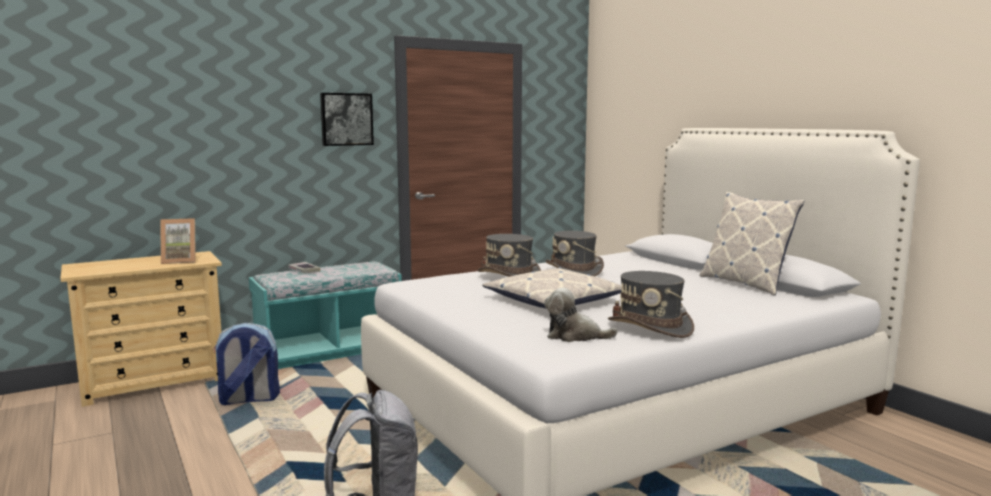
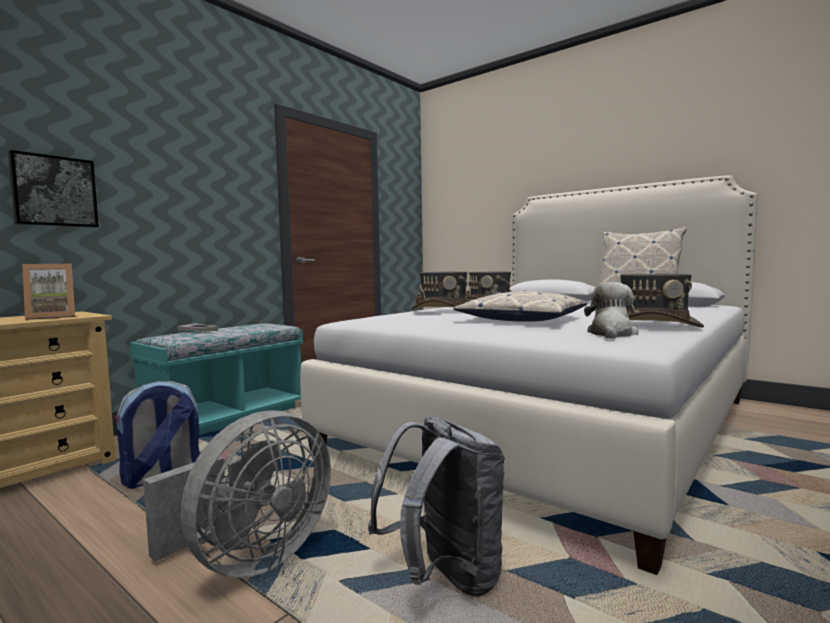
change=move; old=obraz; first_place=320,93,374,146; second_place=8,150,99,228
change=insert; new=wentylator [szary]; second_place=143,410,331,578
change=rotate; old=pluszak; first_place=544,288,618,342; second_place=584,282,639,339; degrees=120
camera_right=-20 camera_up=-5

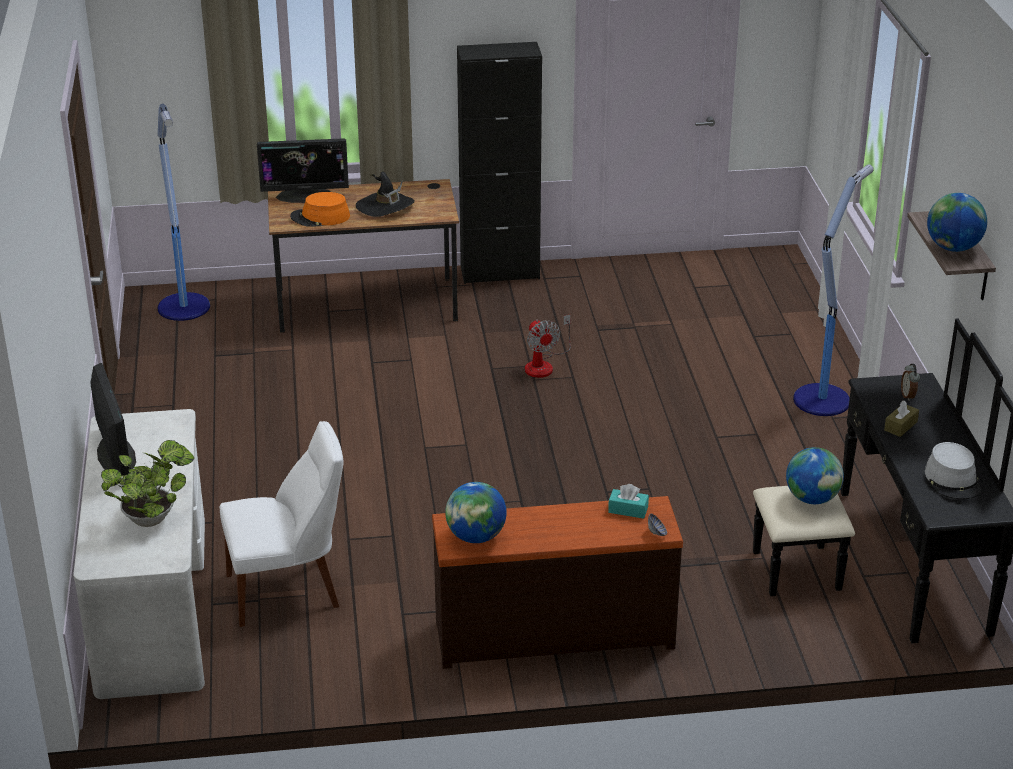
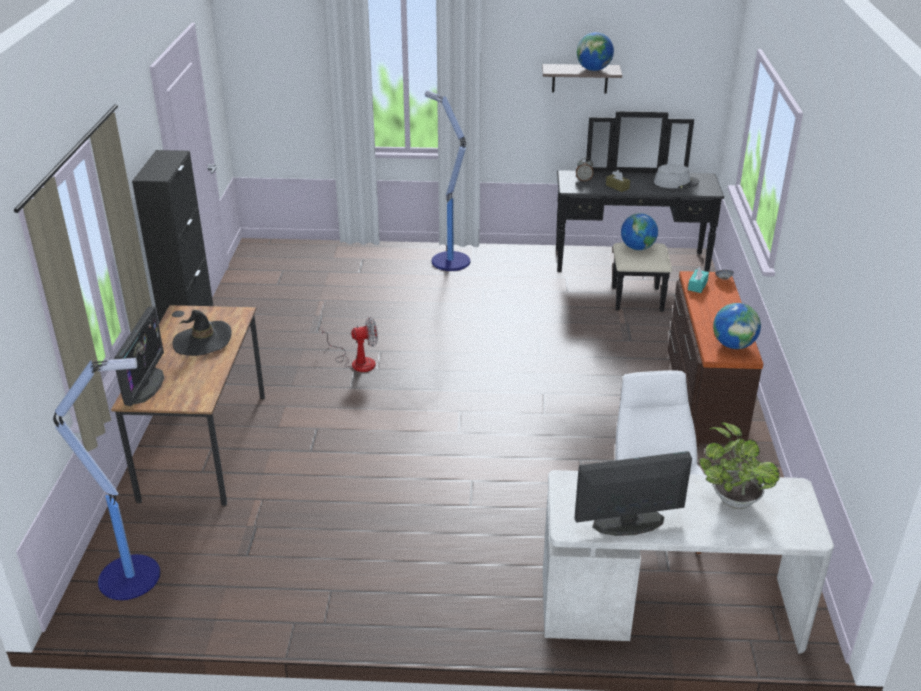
change=delete; old=kapelusz [pomarańczowy]; first_place=290,192,350,227
camera_right=-80 camera_up=0

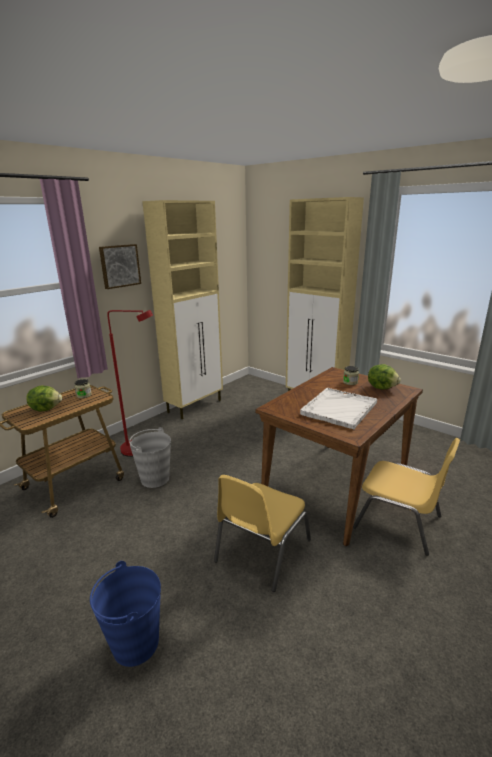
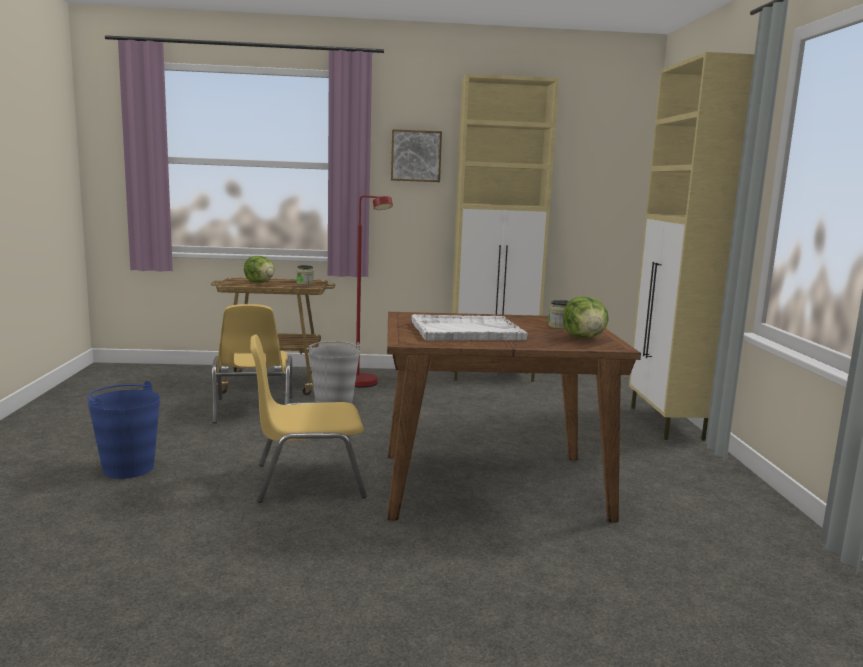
change=move; old=krzesło [żółty]; first_place=353,438,460,556; second_place=212,304,293,423
camera_right=45 camera_up=-10

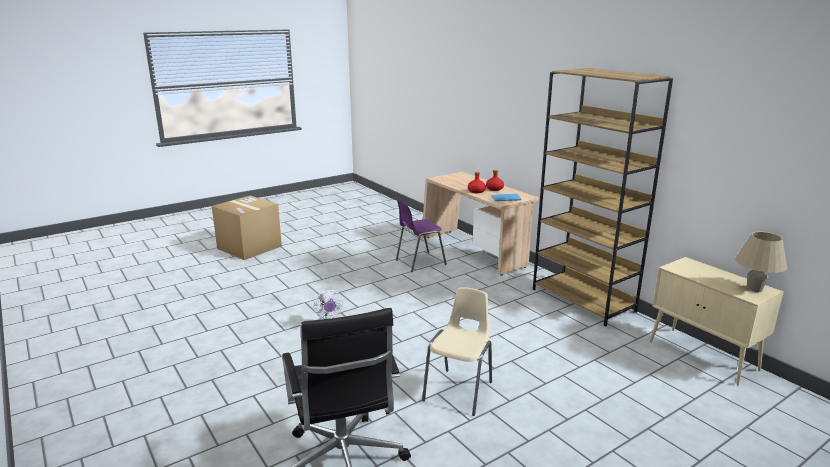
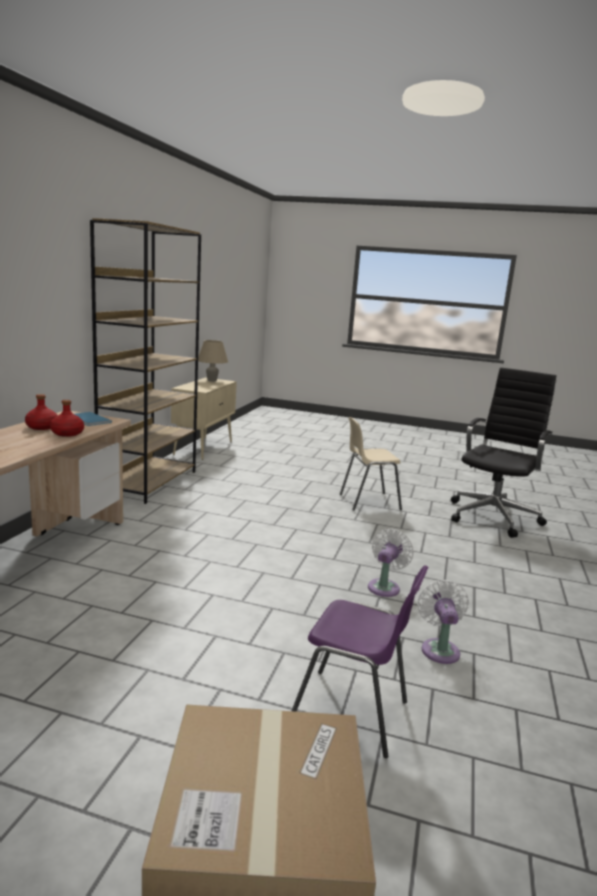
change=move; old=krzesło [fioletowy]; first_place=396,200,447,272; second_place=292,565,429,758
change=insert; new=wentylator [biały]; second_place=417,580,469,664
camera_right=-130 camera_up=-5

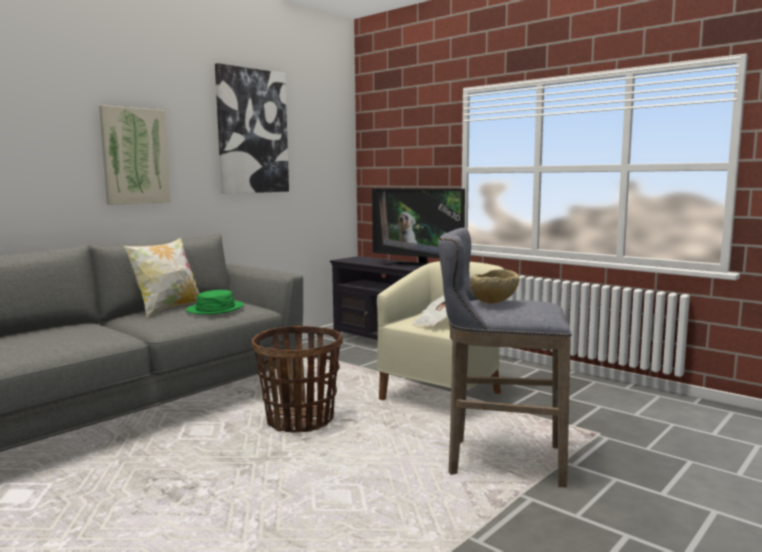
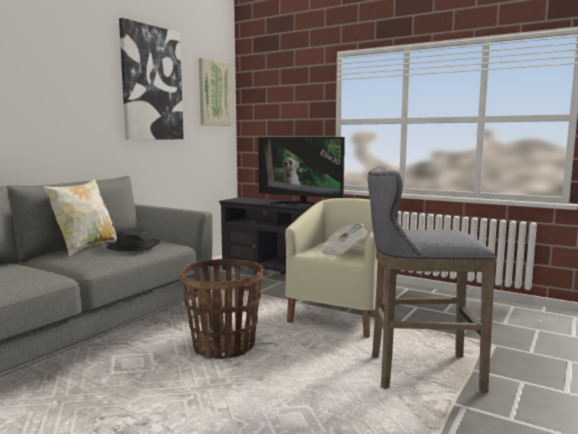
change=recolor; old=kapelusz [zielony]; new=kapelusz [czarny]; first_place=186,290,244,315; second_place=107,228,161,251
change=move; old=obraz; first_place=99,105,171,205; second_place=199,58,232,126
change=delete; old=miska [beżowy]; first_place=470,269,520,304
camera_right=-10 camera_up=0

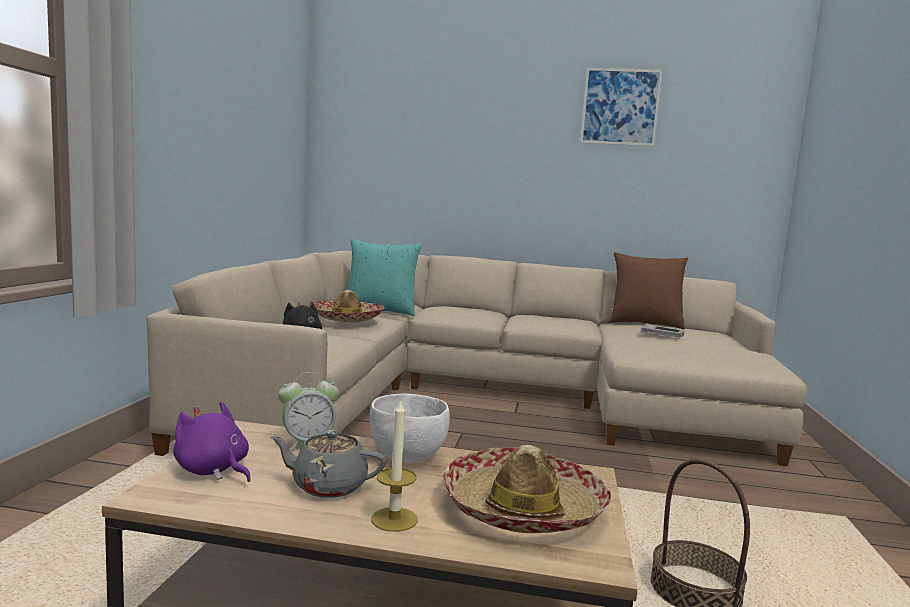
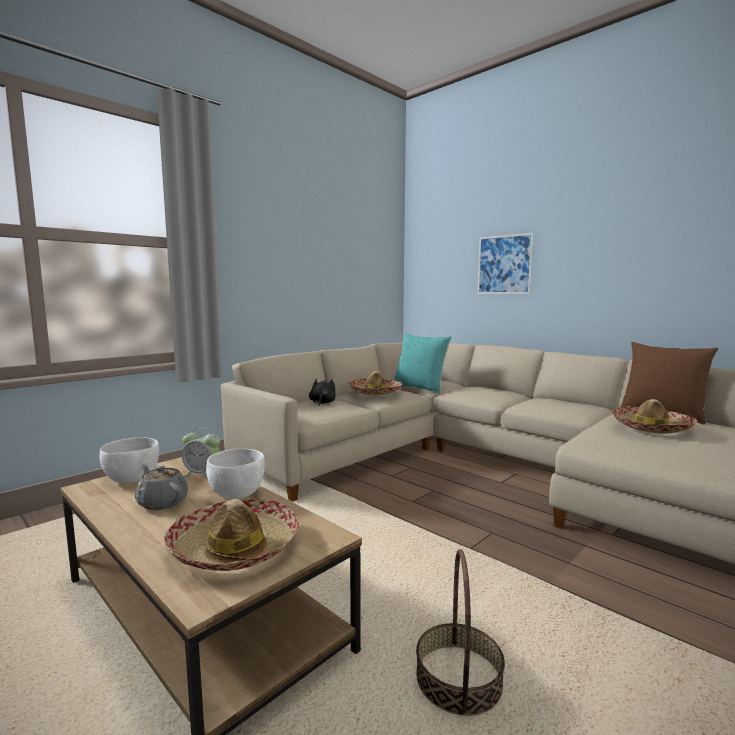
change=replace; old=pluszak [fioletowy]; new=miska [biały]; first_place=173,402,251,482; second_place=99,437,159,483
change=move; old=obraz; first_place=580,68,663,146; second_place=477,233,534,294
change=replace; old=książka; new=kapelusz; first_place=641,324,685,338; second_place=611,399,697,434
change=delete; old=świeca; first_place=371,398,418,532
camera_right=35 camera_up=0

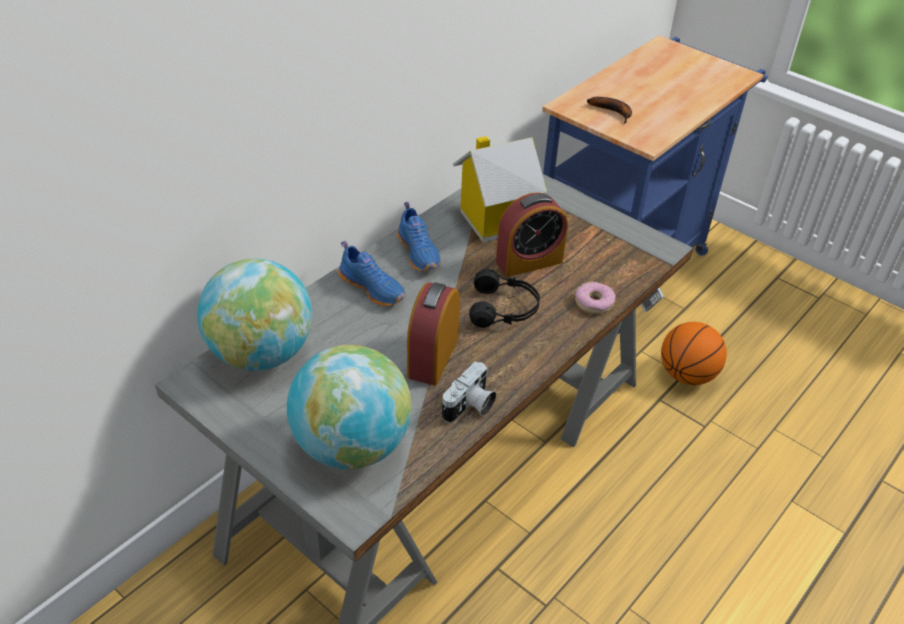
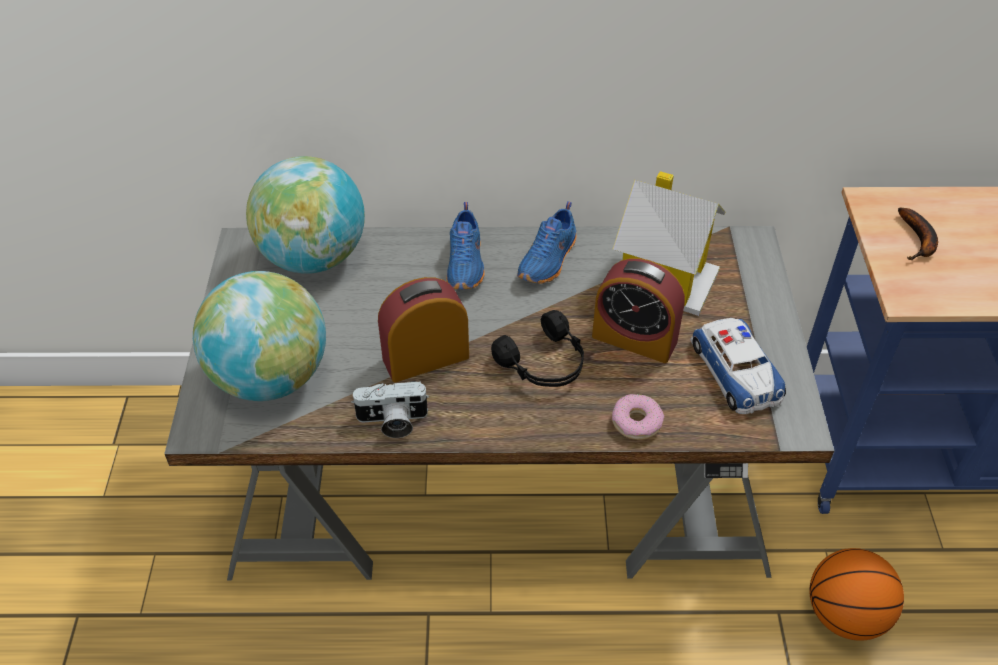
change=insert; new=samochodzik; second_place=690,318,786,414
camera_right=50 camera_up=5

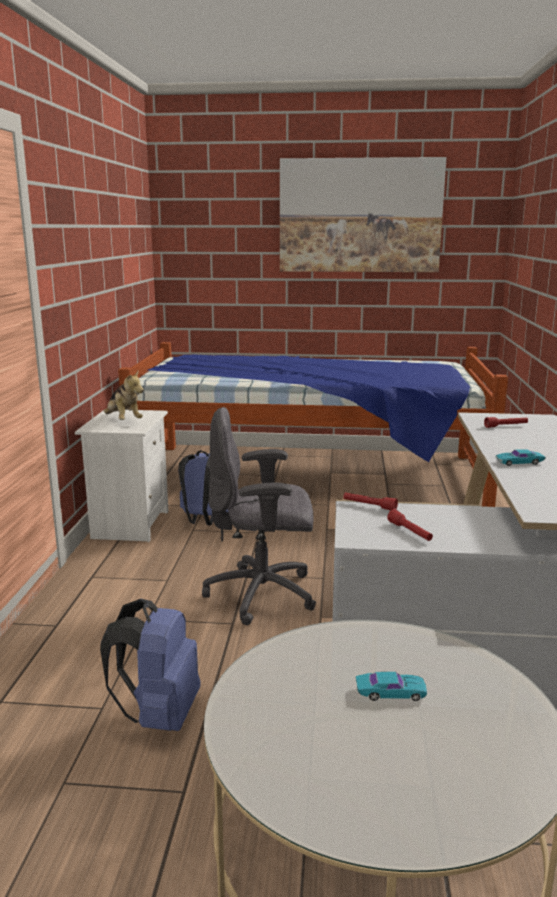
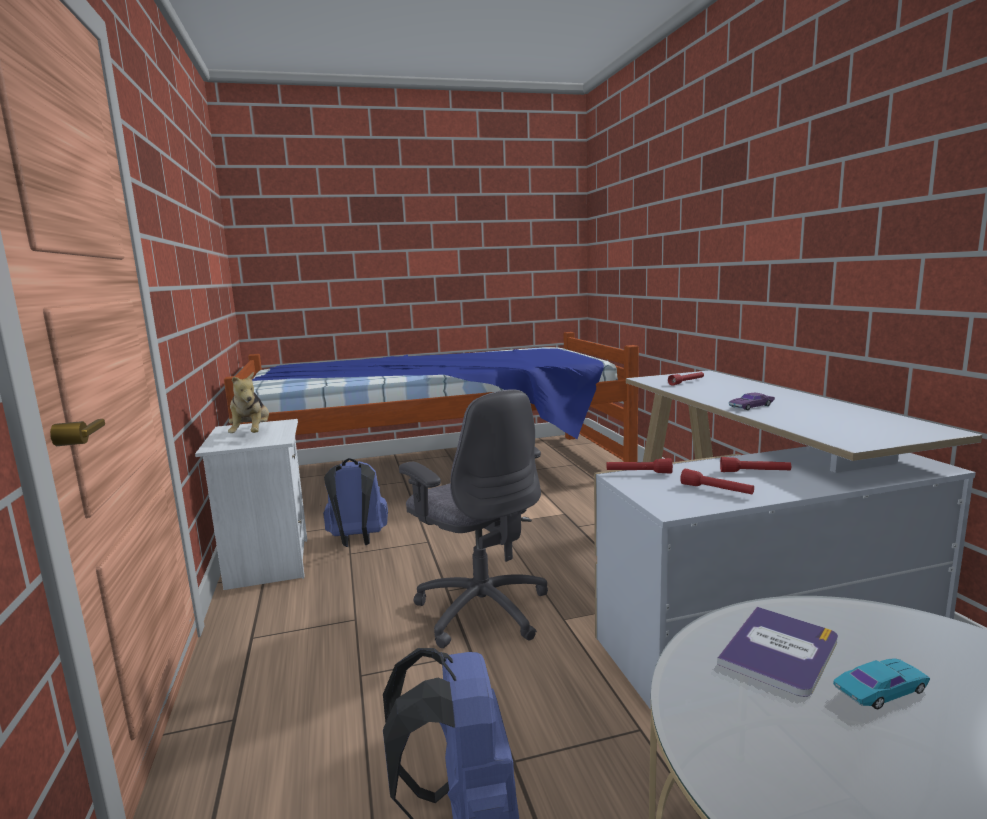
change=rotate; old=pluszak; first_place=104,371,144,420; second_place=228,371,269,433; degrees=45
change=rotate; old=krzesło biurowe [szary]; first_place=202,407,316,625; second_place=399,389,548,648; degrees=-105
change=insert; new=książka; second_place=717,607,838,697
change=insert; new=latarka [czerwony]; second_place=720,457,791,472
change=recolor; old=samochodzik [turkusowy]; new=samochodzik [fioletowy]; first_place=496,450,545,466; second_place=729,393,775,410
change=delete; old=obraz; first_place=280,157,447,272
camera_right=-20 camera_up=-5

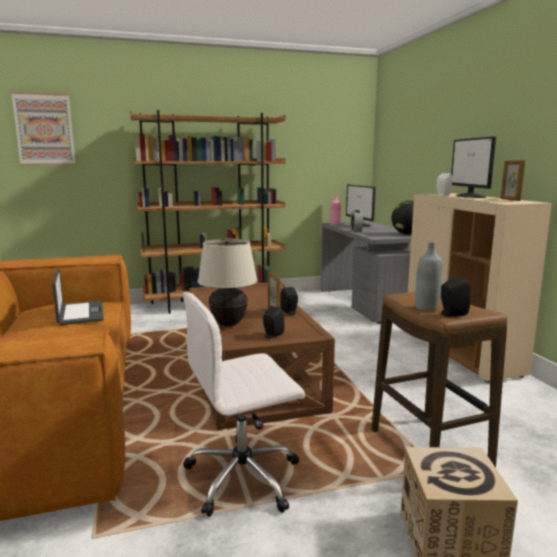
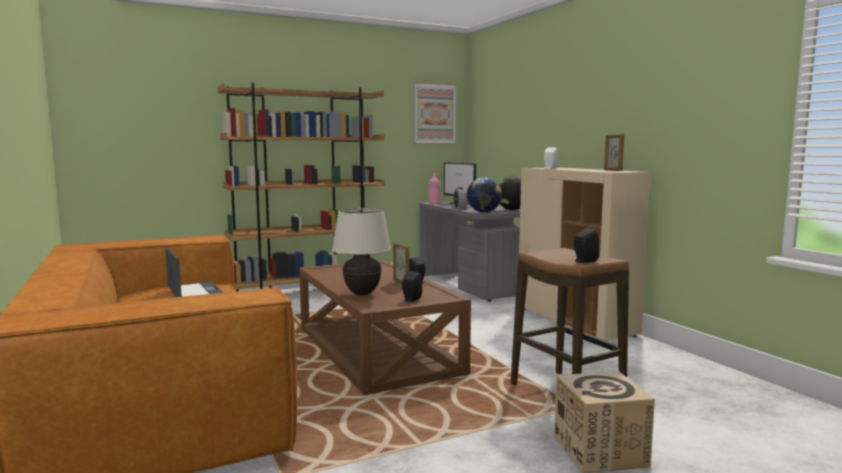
change=move; old=obraz; first_place=11,92,76,165; second_place=415,82,456,145
change=insert; new=globus; second_place=466,177,502,212
change=delete; old=krzesło biurowe [biały]; first_place=183,292,305,517
change=delete; old=butelka [szary]; first_place=415,242,443,311
change=delete; old=monitor; first_place=451,136,496,198
camera_right=-10 camera_up=-5

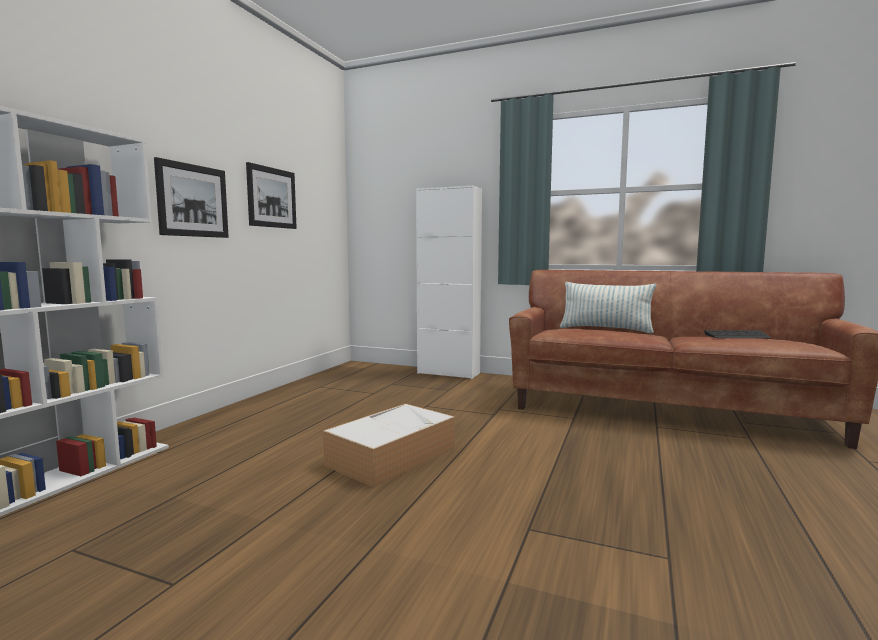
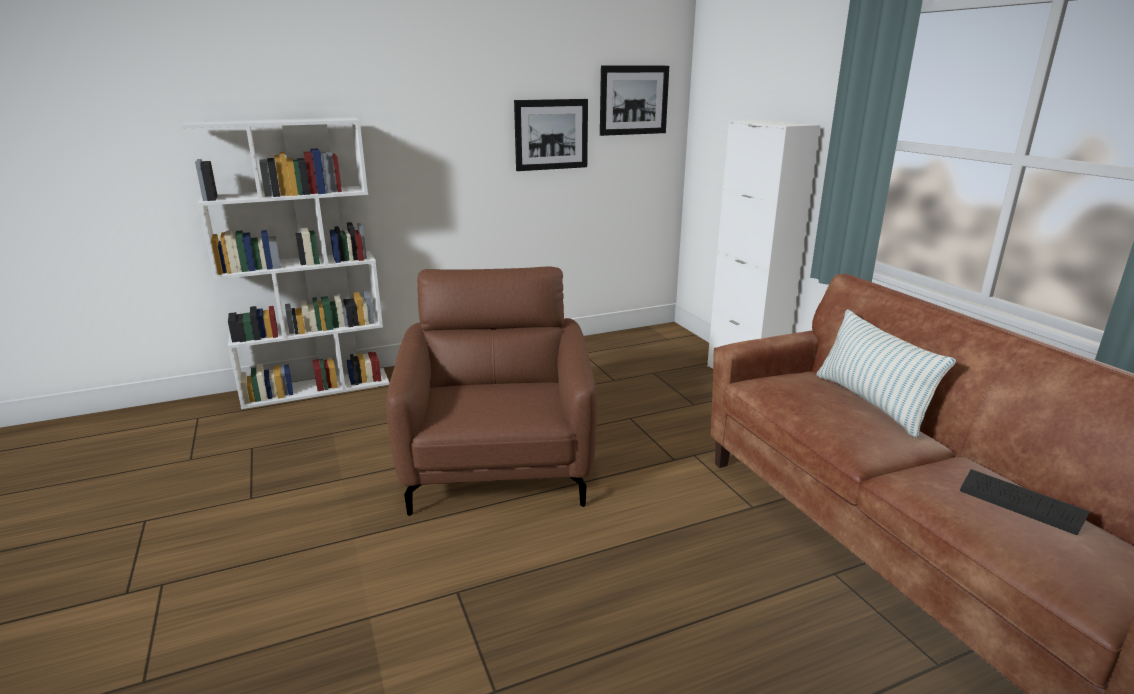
change=replace; old=pojemnik do przechowywania; new=fotel [brązowy]; first_place=323,404,455,488; second_place=386,266,597,516
change=move; old=obraz; first_place=154,157,229,238; second_place=600,66,669,136
camera_right=45 camera_up=15

